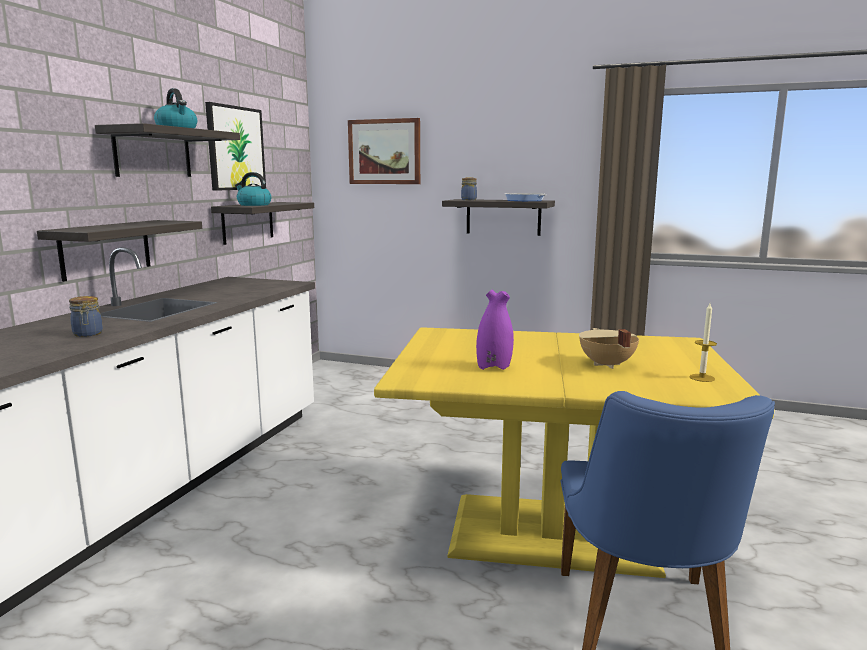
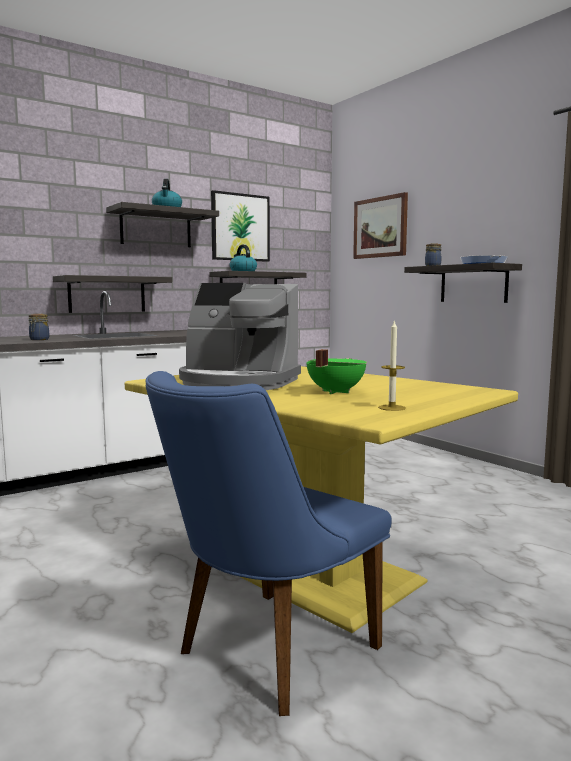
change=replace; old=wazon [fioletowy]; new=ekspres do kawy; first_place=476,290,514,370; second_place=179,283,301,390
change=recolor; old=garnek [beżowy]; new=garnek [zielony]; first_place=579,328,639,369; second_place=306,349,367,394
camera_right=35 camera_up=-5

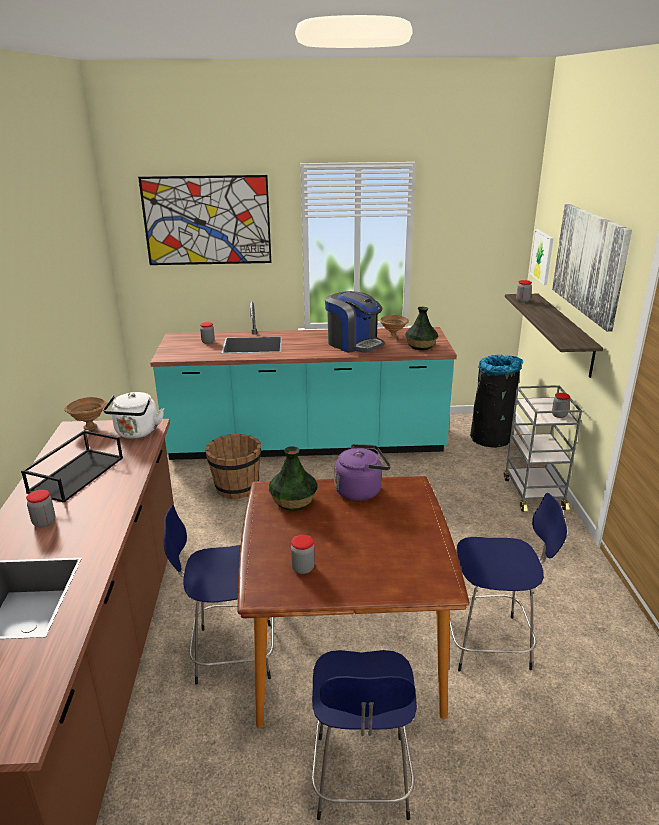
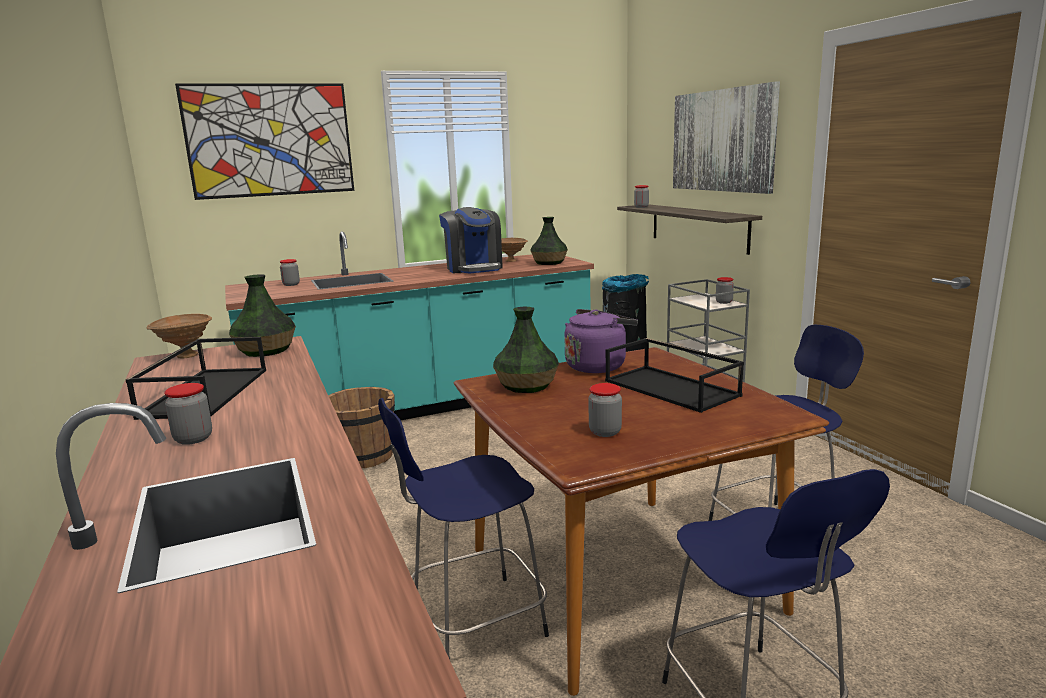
change=replace; old=czajnik [biały]; new=wazon; first_place=103,392,164,439; second_place=229,274,296,357
change=rotate; old=ekspres do kawy; first_place=325,291,385,353; second_place=439,207,503,273; degrees=45
change=insert; new=taca [czarny]; second_place=605,338,744,413
change=delete; old=obraz; first_place=529,229,553,285
camera_right=-20 camera_up=-10

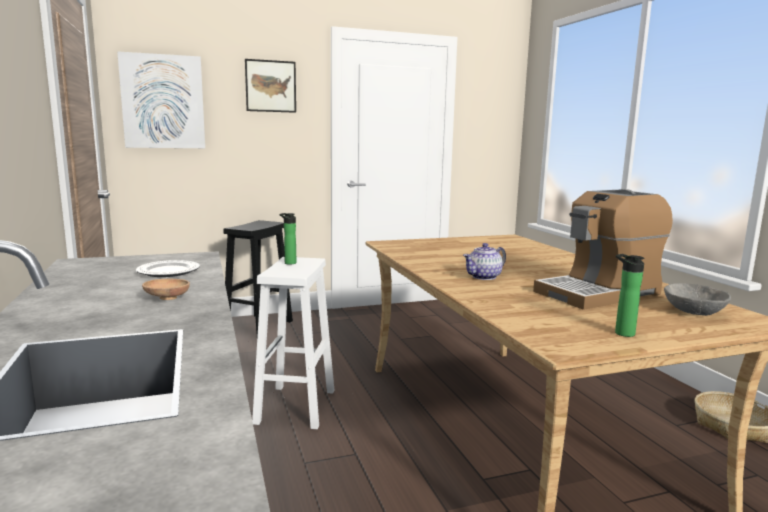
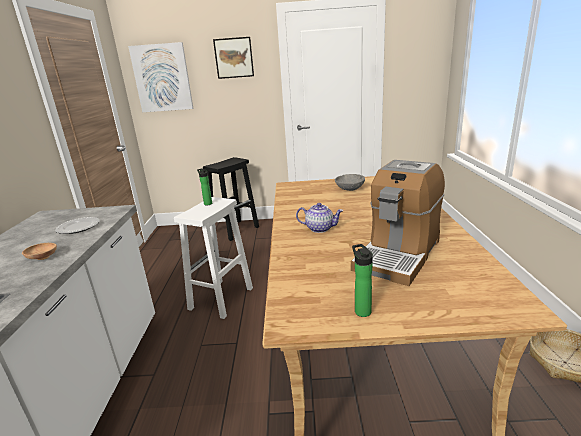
change=rotate; old=imbryk; first_place=463,243,506,280; second_place=296,203,344,233; degrees=-150
change=move; old=miska [szary]; first_place=664,283,731,316; second_place=335,174,365,191
change=rotate; old=ekspres do kawy; first_place=533,189,673,310; second_place=351,160,445,286; degrees=-45
camera_right=20 camera_up=10

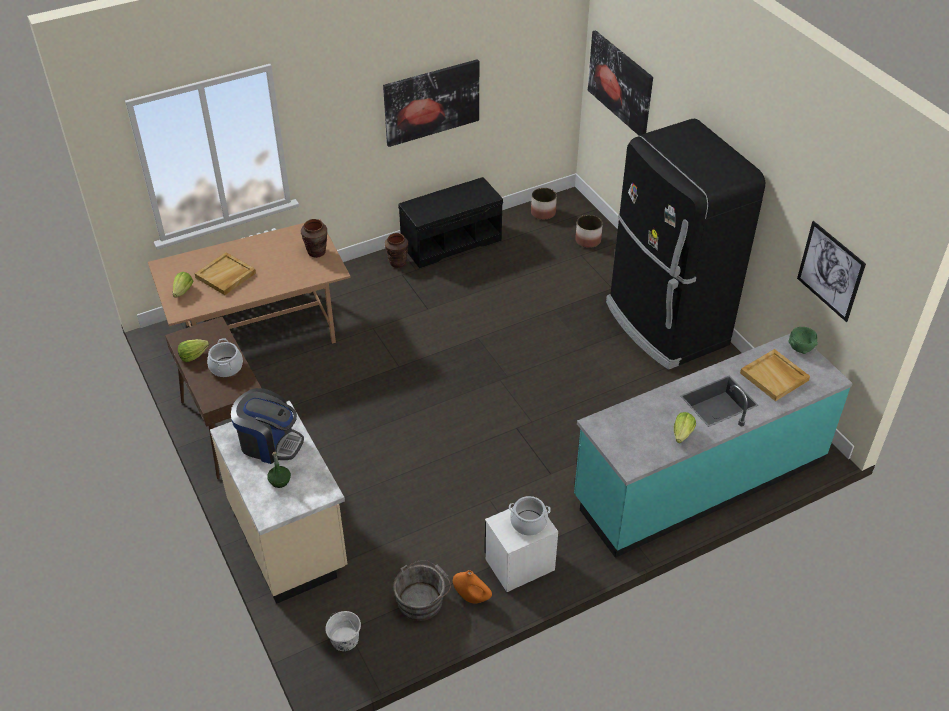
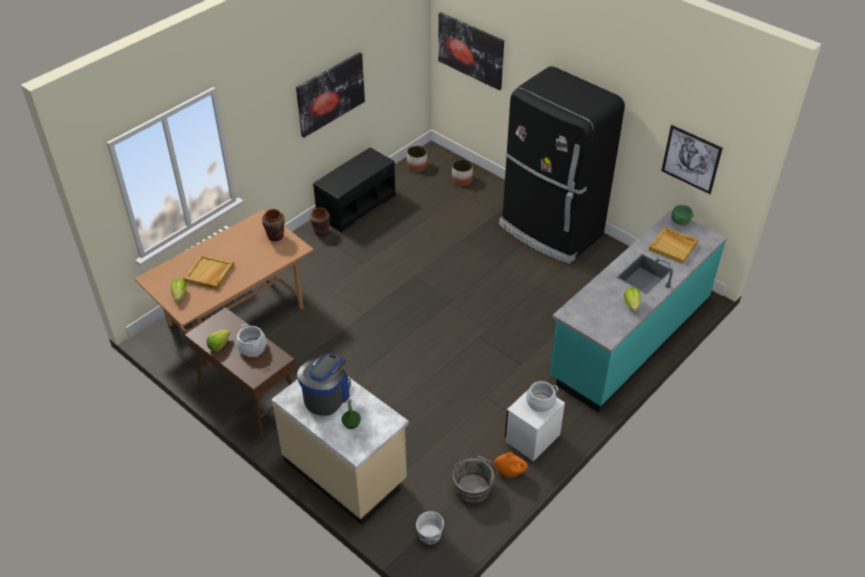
change=rotate; old=ekspres do kawy; first_place=231,388,304,464; second_place=297,353,351,416; degrees=-60
camera_right=-20 camera_up=0

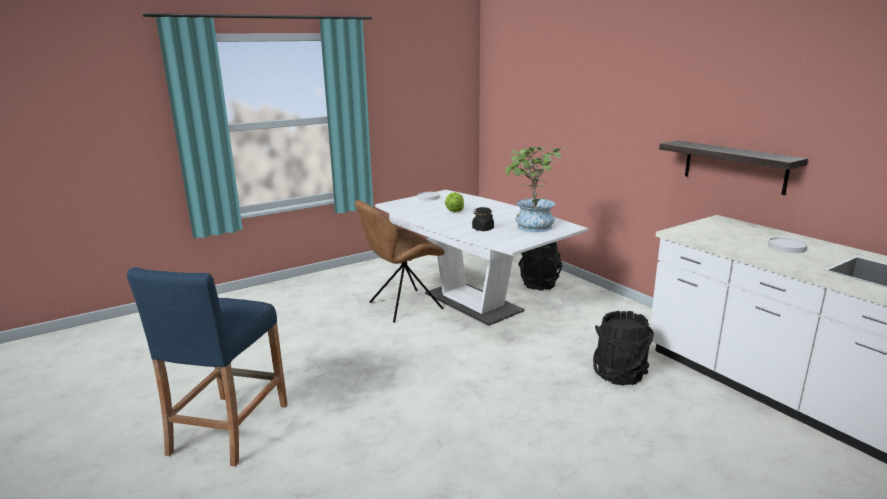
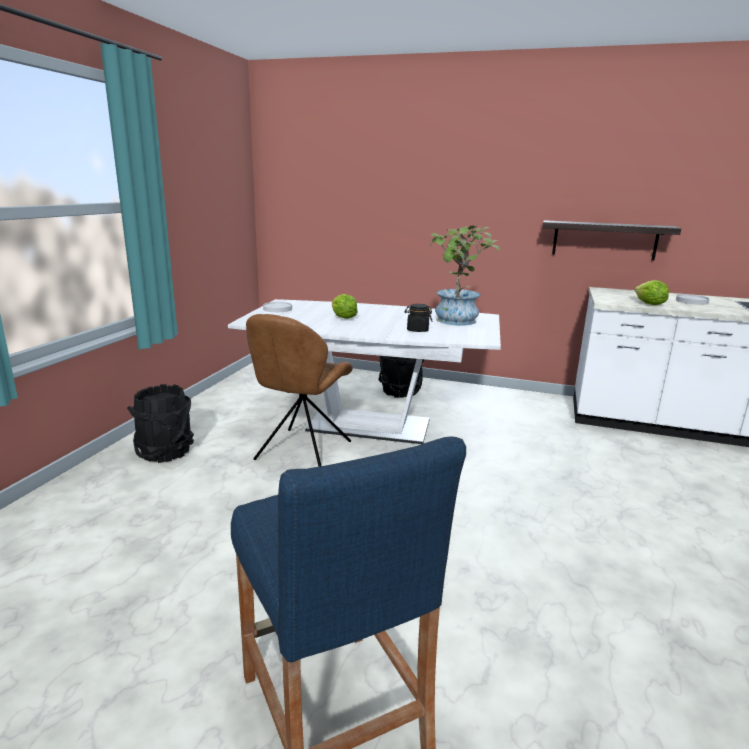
change=move; old=wiadro [czarny]; first_place=593,311,654,386; second_place=127,384,194,463
change=insert; new=sałata; second_place=635,280,669,305
camera_right=-40 camera_up=0

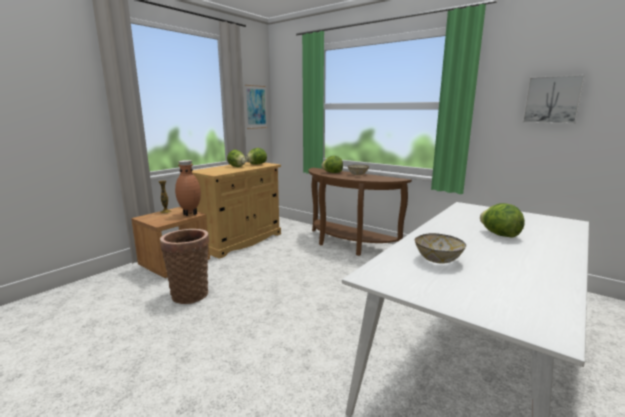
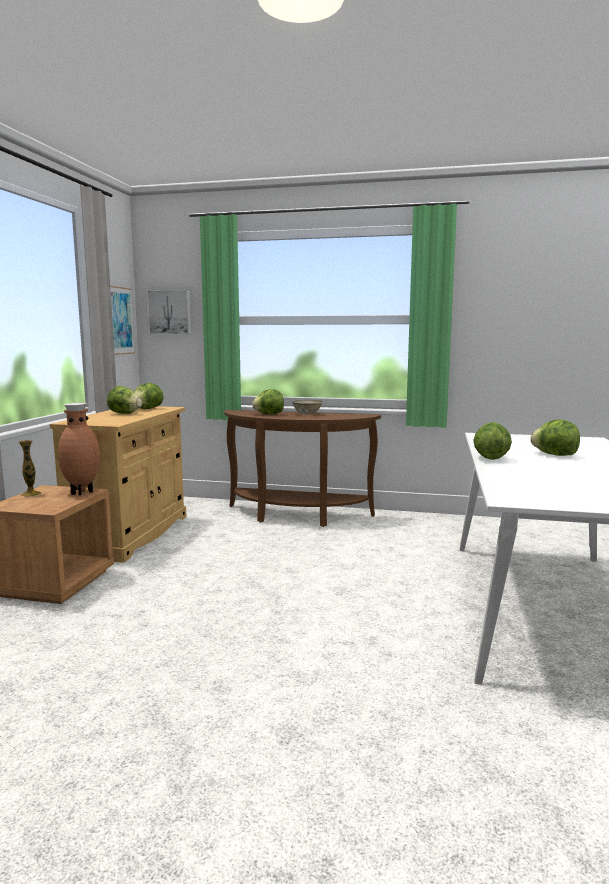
change=move; old=obraz; first_place=522,75,585,124; second_place=147,290,191,335
change=insert; new=sałata; second_place=473,422,512,460
change=delete; old=koszyk; first_place=160,229,209,304
change=delete; old=miska; first_place=415,233,466,264
camera_right=-25 camera_up=-5

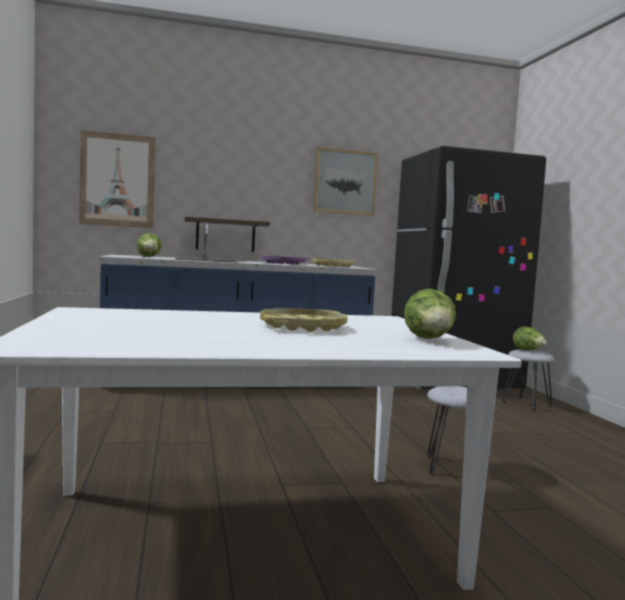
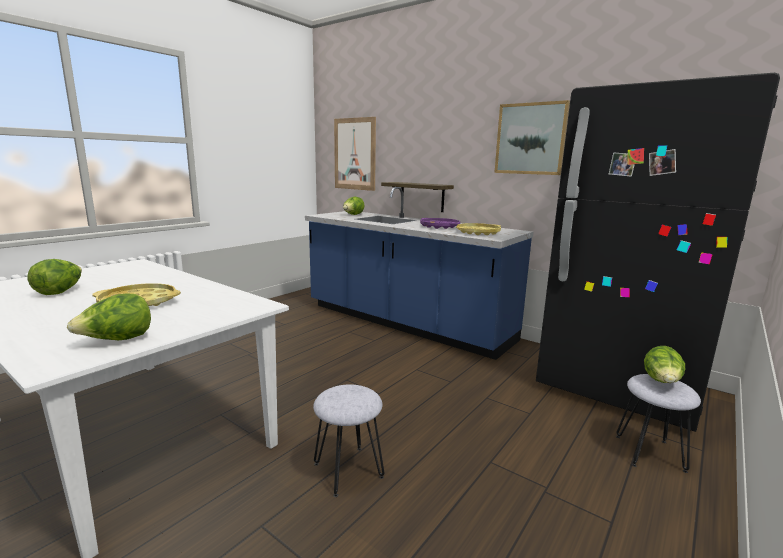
change=insert; new=sałata; second_place=28,259,82,295
camera_right=50 camera_up=10

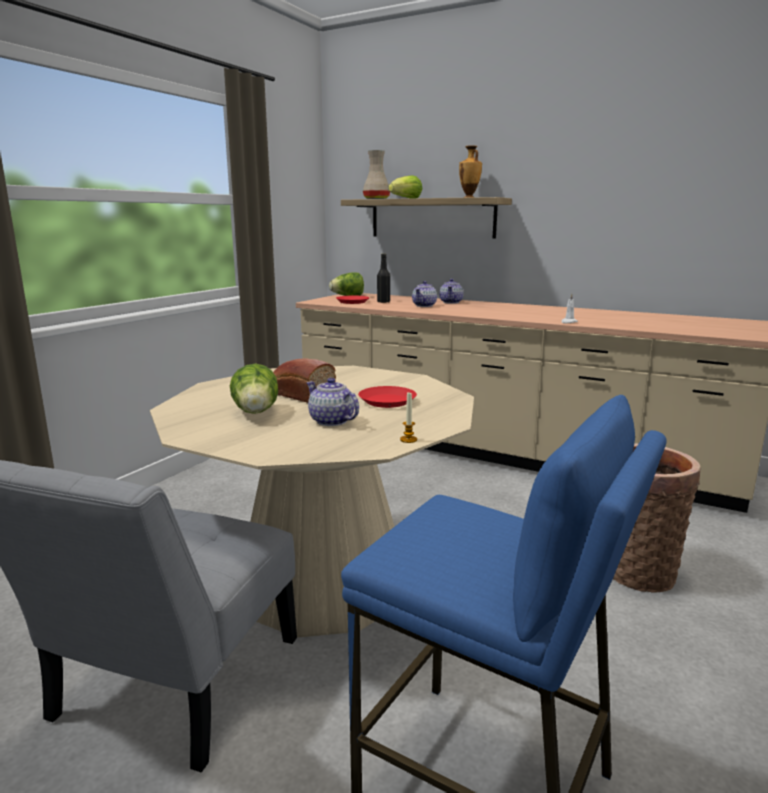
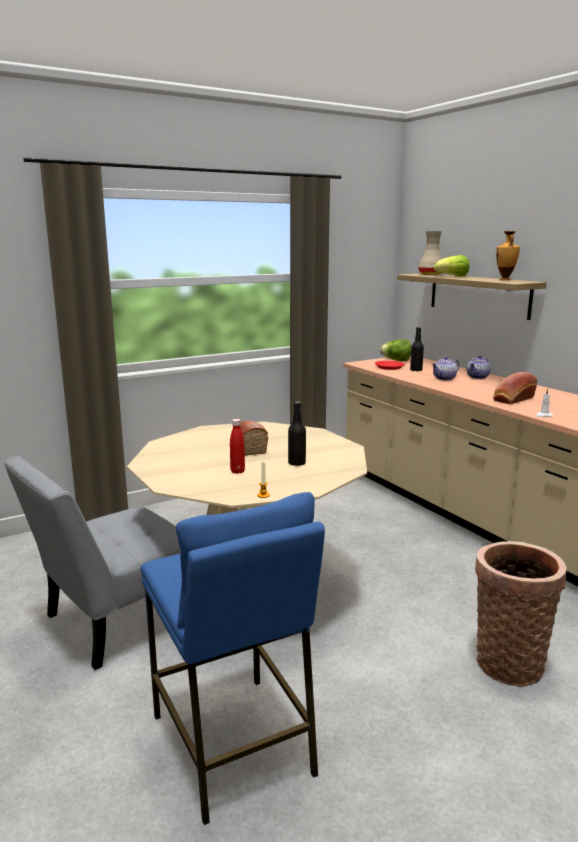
change=replace; old=imbryk; new=butelka [czerwony]; first_place=306,378,359,426; second_place=230,419,245,474
change=replace; old=talerz [czerwony]; new=butelka [czarny]; first_place=358,386,417,408; second_place=288,401,306,466
change=insert; new=chleb; second_place=493,372,537,404
change=delete; old=sałata; first_place=230,363,278,414
camera_right=30 camera_up=0

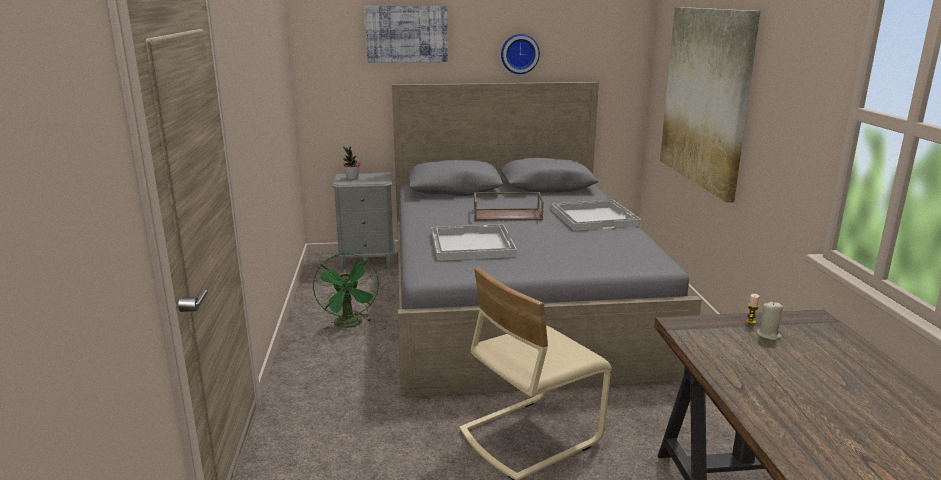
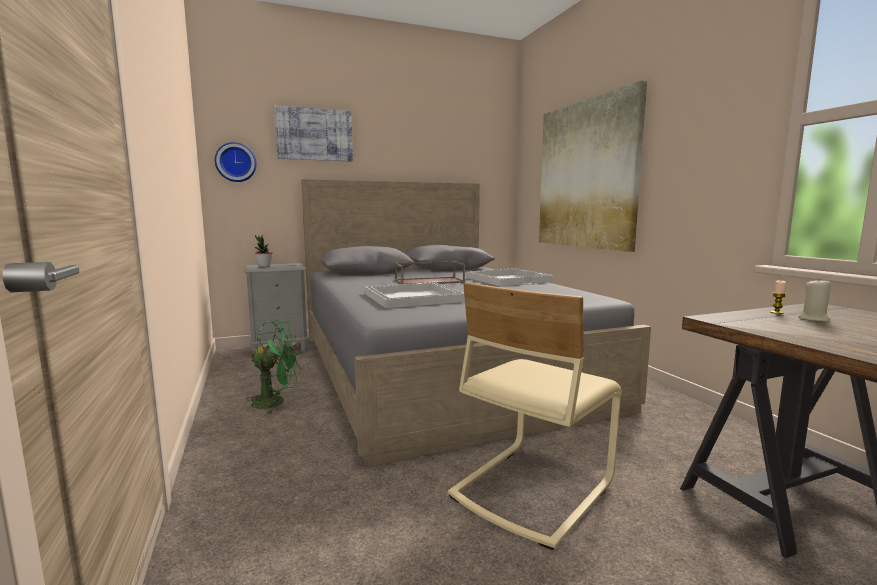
change=move; old=zegar ścienny; first_place=501,34,540,74; second_place=215,142,257,182
change=rotate; old=wentylator [zielony]; first_place=313,253,379,330; second_place=247,320,300,414; degrees=-60
camera_right=-15 camera_up=-10

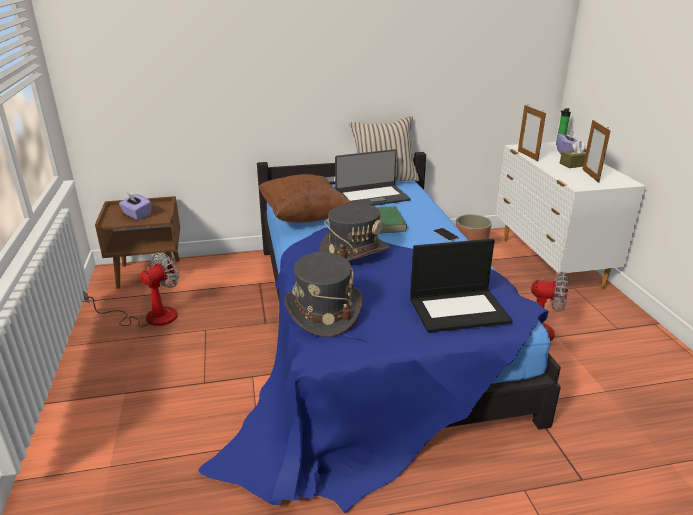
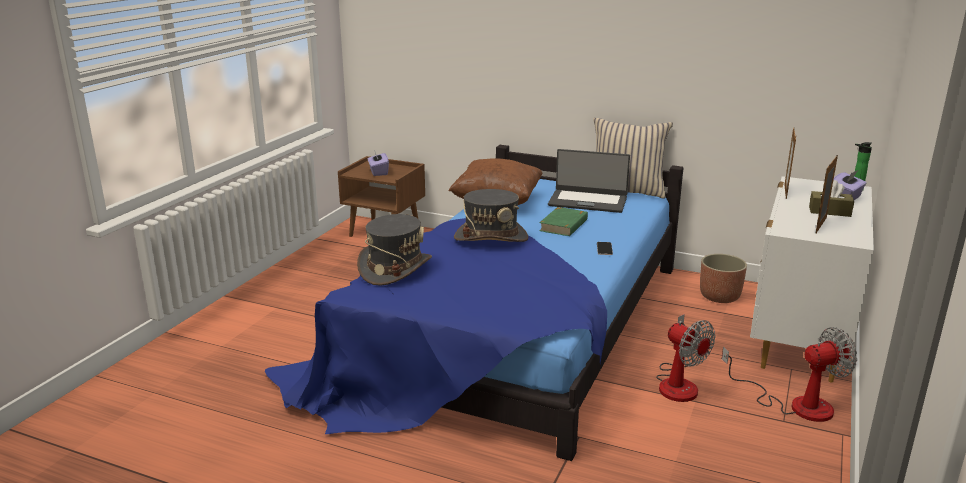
change=move; old=wentylator; first_place=83,252,179,327; second_place=722,327,857,422
change=delete; old=laptop; first_place=410,239,513,333
camera_right=35 camera_up=-5

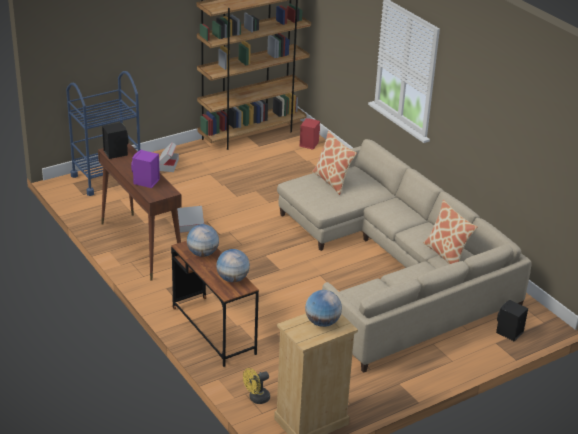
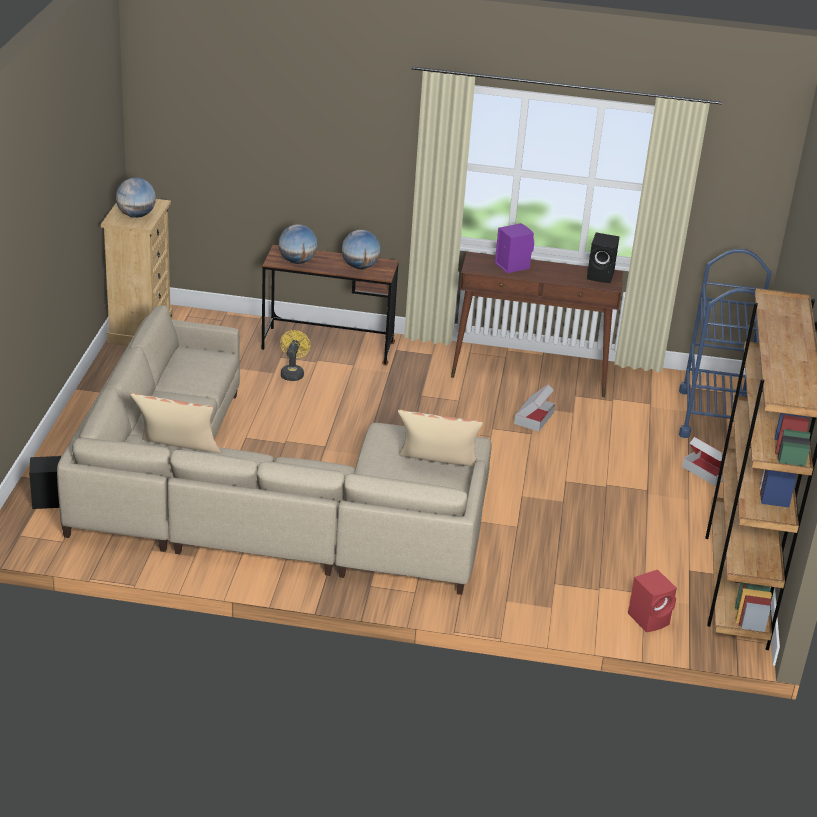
change=move; old=wentylator [żółty]; first_place=243,368,270,404; second_place=280,330,310,381
camera_right=130 camera_up=0

